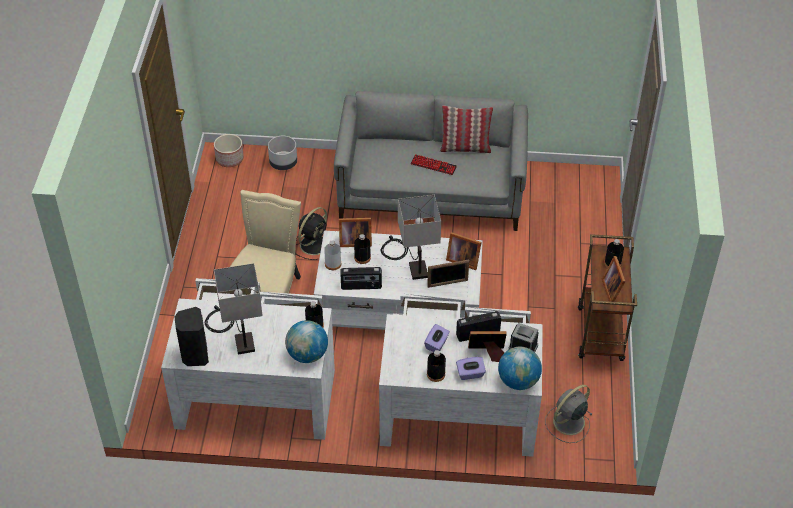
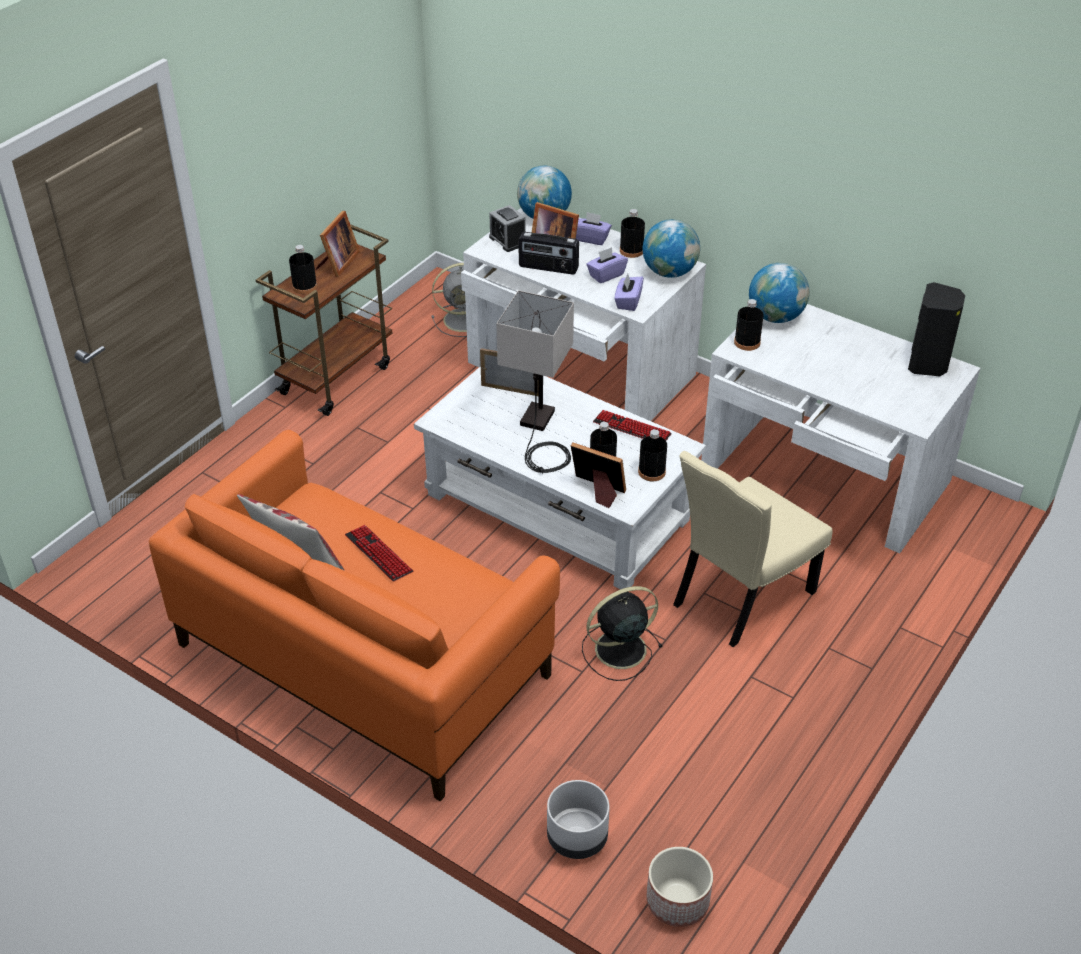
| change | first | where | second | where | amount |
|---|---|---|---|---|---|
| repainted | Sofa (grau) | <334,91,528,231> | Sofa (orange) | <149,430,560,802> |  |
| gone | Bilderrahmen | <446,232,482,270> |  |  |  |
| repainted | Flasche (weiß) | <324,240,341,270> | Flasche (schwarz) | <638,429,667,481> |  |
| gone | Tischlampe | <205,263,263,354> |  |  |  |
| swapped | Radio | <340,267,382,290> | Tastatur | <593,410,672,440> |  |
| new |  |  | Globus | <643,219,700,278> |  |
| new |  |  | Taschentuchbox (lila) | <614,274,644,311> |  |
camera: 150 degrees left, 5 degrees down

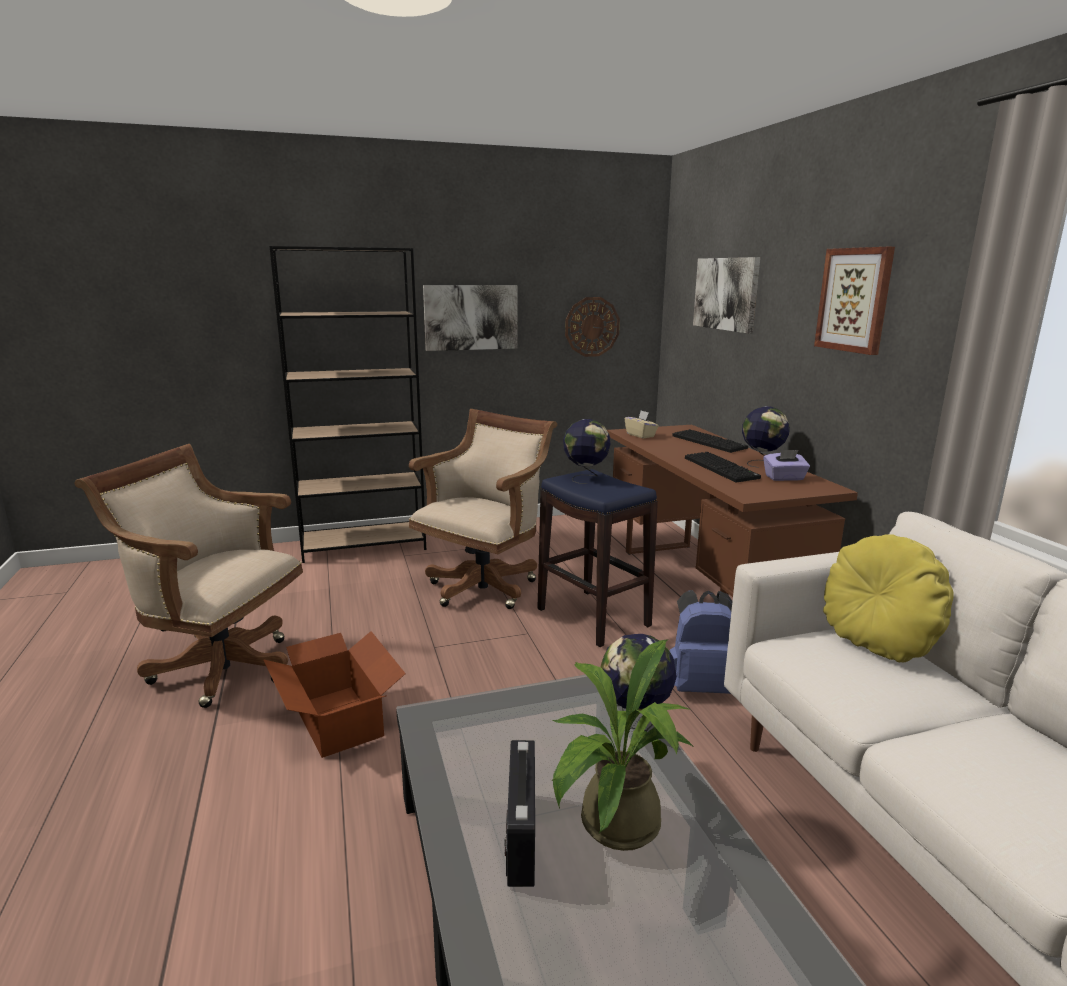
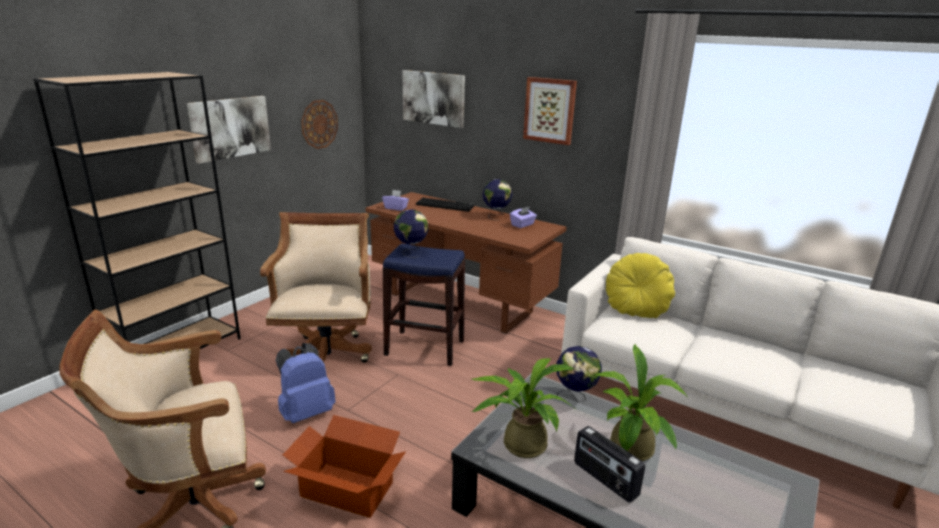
| change | first | where | second | where | amount |
|---|---|---|---|---|---|
| repainted | Taschentuchbox (beige) | <625,410,659,438> | Taschentuchbox (lila) | <382,189,409,211> |  |
| gone | Tastatur | <685,452,761,483> |  |  |  |
| shifted | Rucksack (blau) | <670,590,732,694> |  | <275,343,336,423> |  |
| new |  |  | Topfpflanze | <470,358,577,458> |  |
camera: 40 degrees left, 5 degrees up

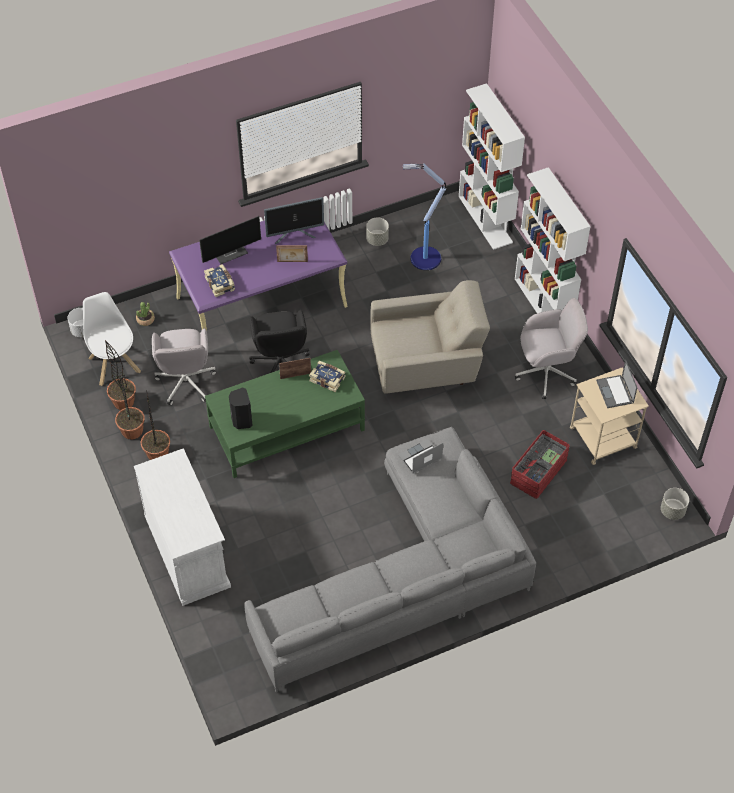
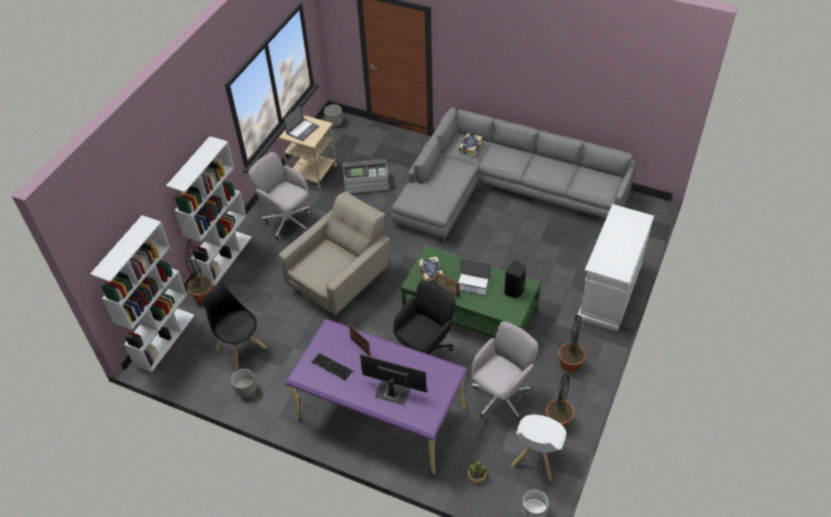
| change | first | where | second | where | amount |
|---|---|---|---|---|---|
| swapped | Stehlampe | <403,164,446,270> | Stuhl (schwarz) | <203,285,267,370> |  |
| swapped | Monitor | <264,197,324,244> | Tastatur | <311,353,353,380> |  |
| shifted | Buch | <204,264,235,297> |  | <459,133,482,157> |  |
| rotated | Sessel (beige) | <370,280,490,394> |  | <279,192,390,315> | 90 degrees clockwise |
| shifted | Topfpflanze | <115,377,145,440> |  | <185,239,212,304> |  |
| repainted | Aufbewahrungsbox (rot) | <510,430,570,499> | Aufbewahrungsbox (grau) | <343,159,389,193> |  |
| shifted | Laptop | <398,439,443,474> |  | <457,258,491,296> |  |
camera: 130 degrees left, 5 degrees down

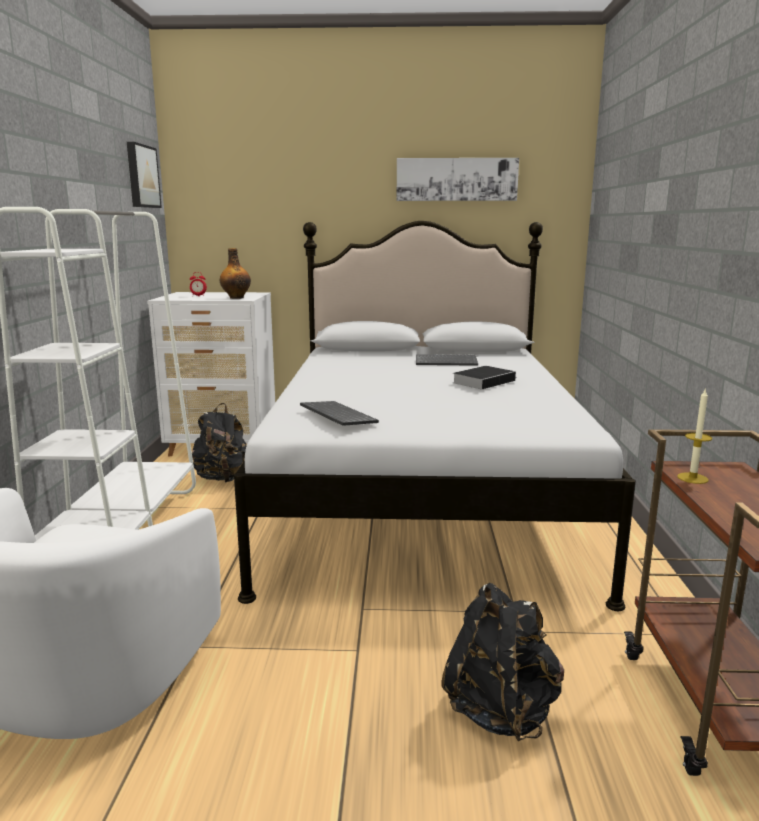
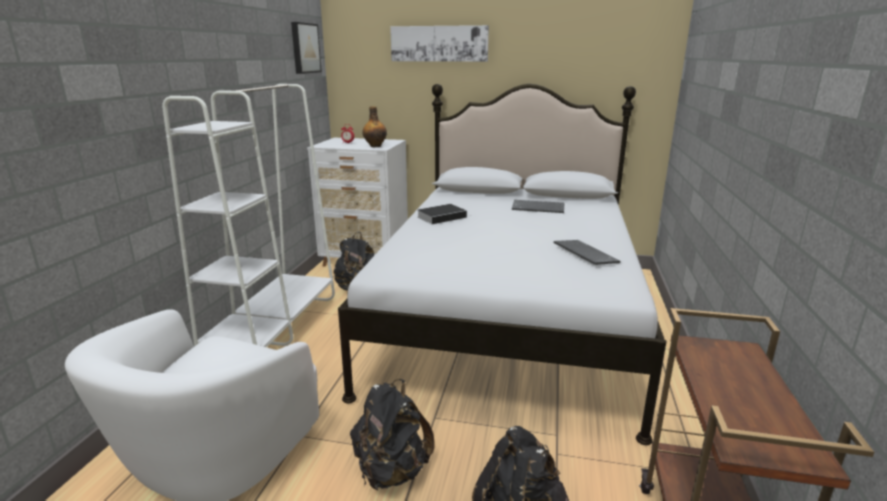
| change | first | where | second | where | amount |
|---|---|---|---|---|---|
| shifted | Bild | <397,158,519,201> |  | <390,25,489,62> |  |
| shifted | Buch | <453,366,516,390> |  | <418,204,472,224> |  |
| gone | Kerze | <677,388,712,484> |  |  |  |
| shifted | Tastatur | <300,401,379,426> |  | <554,240,620,265> |  |
| new |  |  | Rucksack (schwarz) | <350,379,435,491> |  |
camera: 10 degrees right, 5 degrees up

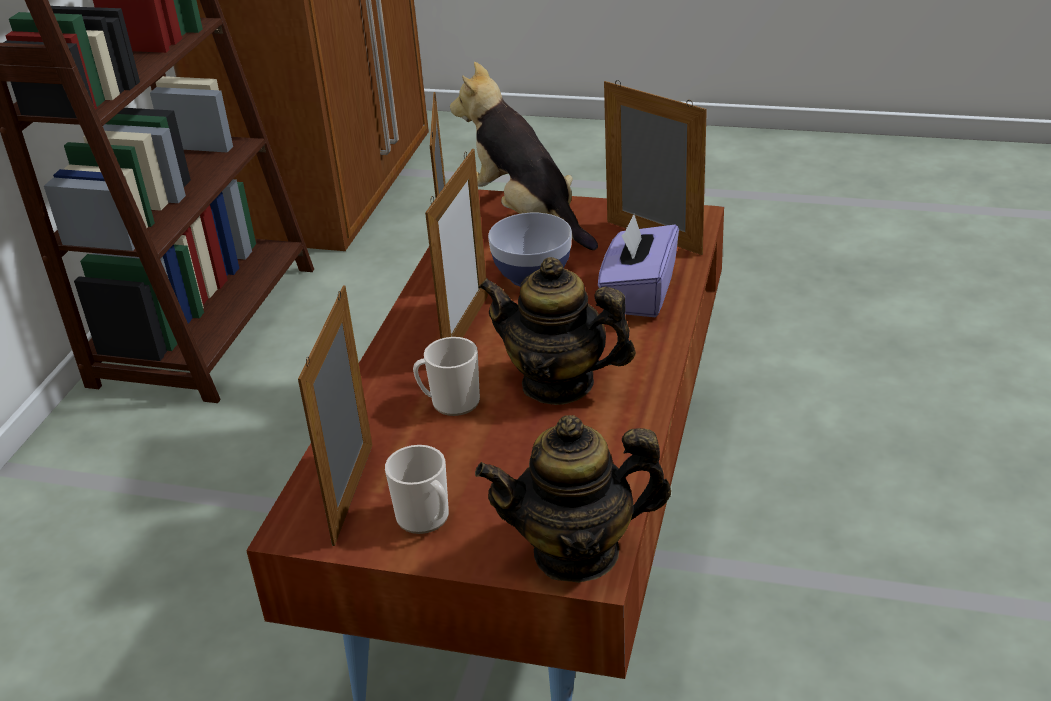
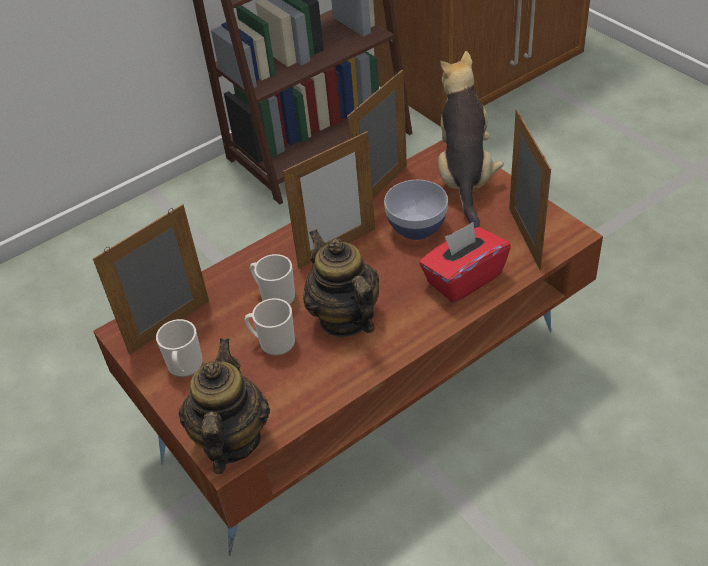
| change | first | where | second | where | amount |
|---|---|---|---|---|---|
| repainted | Taschentuchbox (lila) | <598,214,679,317> | Taschentuchbox (rot) | <419,222,511,303> |  |
| rotated | Teekanne | <475,415,671,583> |  | <179,338,270,474> | 60 degrees clockwise |
| new |  |  | Henkelbecher | <244,298,295,356> |  |
camera: 40 degrees right, 10 degrees up

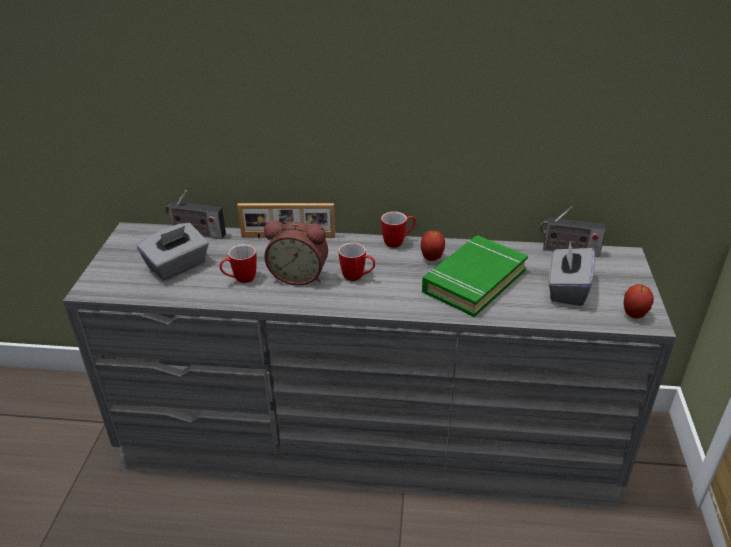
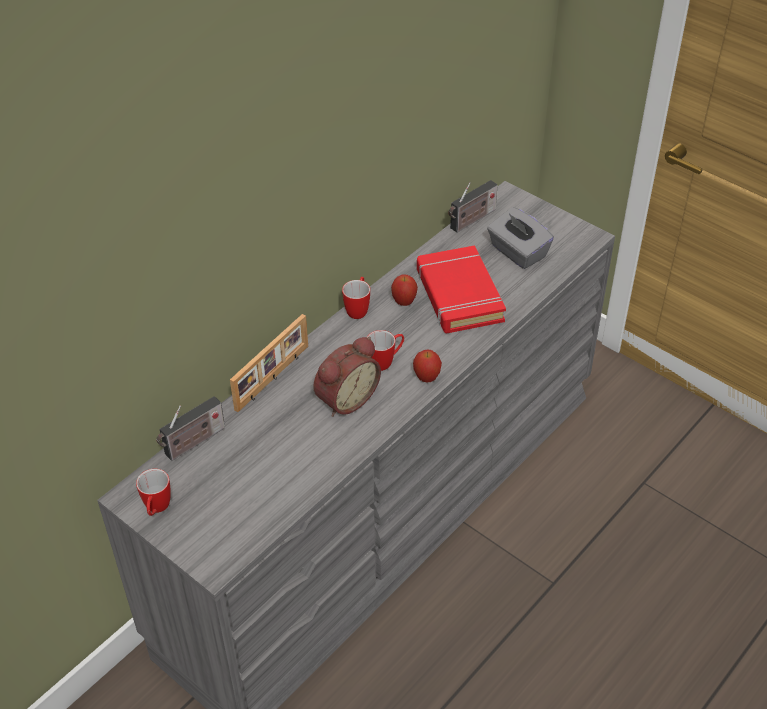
| change | first | where | second | where | amount |
|---|---|---|---|---|---|
| gone | Taschentuchbox (grau) | <137,223,209,280> |  |  |  |
| repainted | Buch (grün) | <422,235,528,317> | Buch (rot) | <417,245,506,333> |  |
| shifted | Henkelbecher | <219,244,257,283> |  | <136,469,171,516> |  |
| shifted | Apfel | <624,284,654,319> |  | <413,350,442,383> |  |
camera: 55 degrees left, 10 degrees up

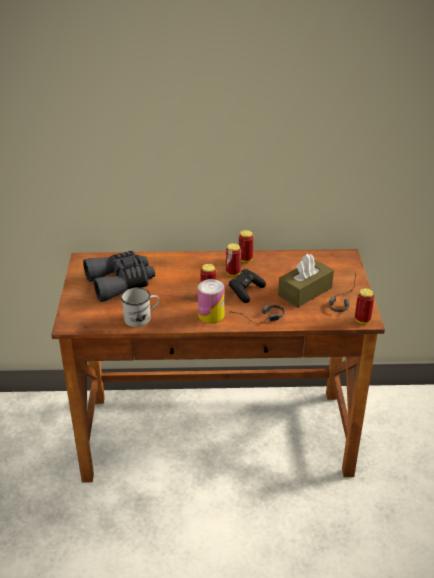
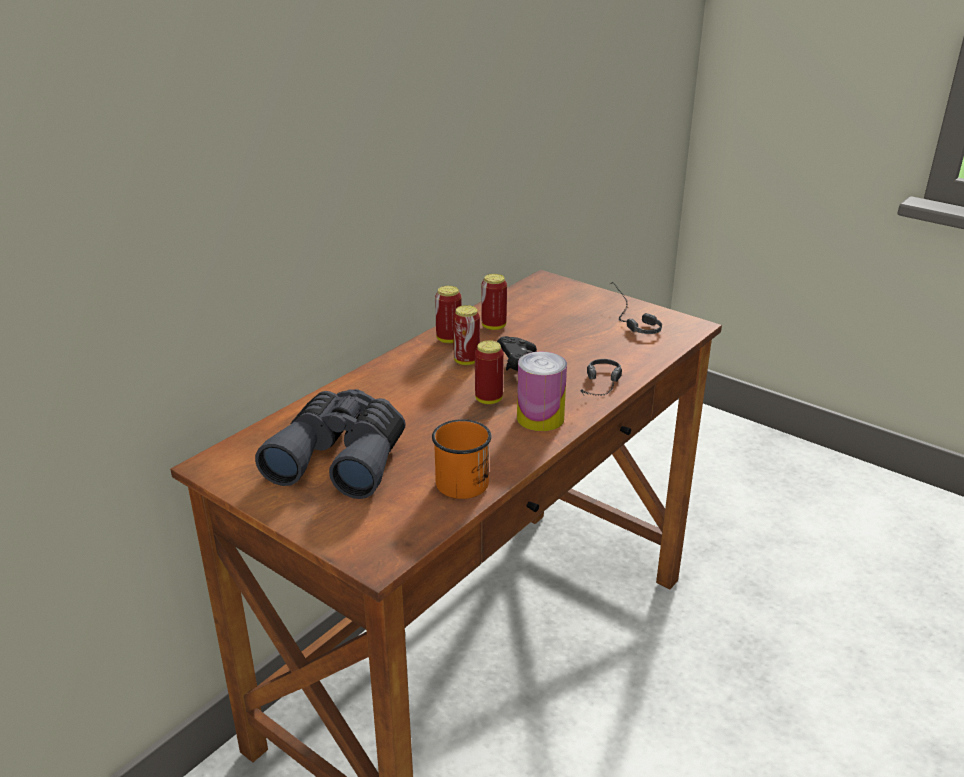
| change | first | where | second | where | amount |
|---|---|---|---|---|---|
| gone | Taschentuchbox (braun) | <278,254,334,308> |  |  |  |
| repainted | Henkelbecher (weiß) | <121,288,160,327> | Henkelbecher (orange) | <432,419,492,499> |  |
| shifted | Dose | <355,288,374,324> |  | <481,274,507,330> |  |
camera: 50 degrees left, 5 degrees down

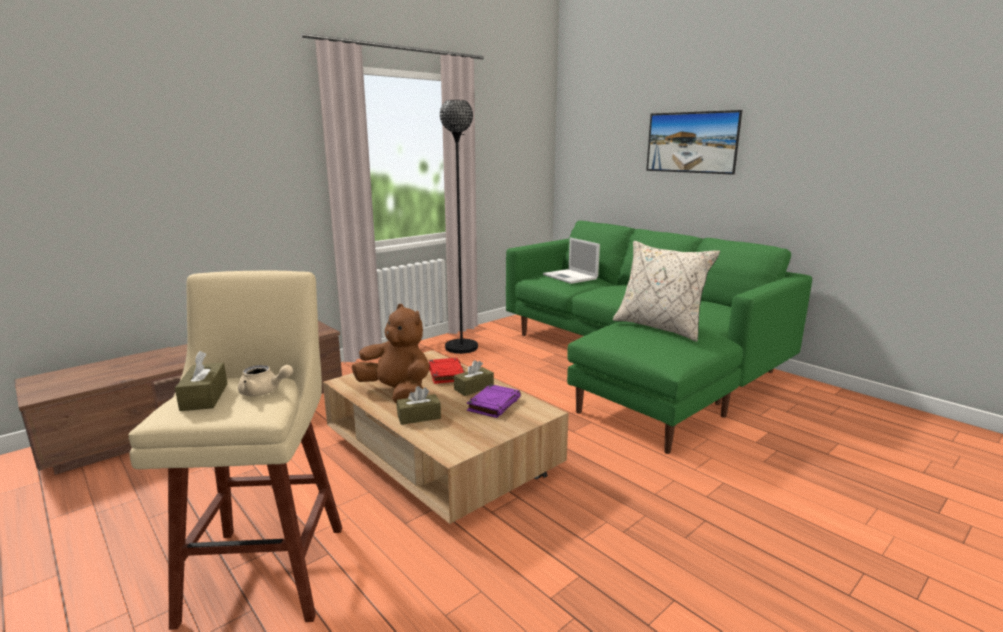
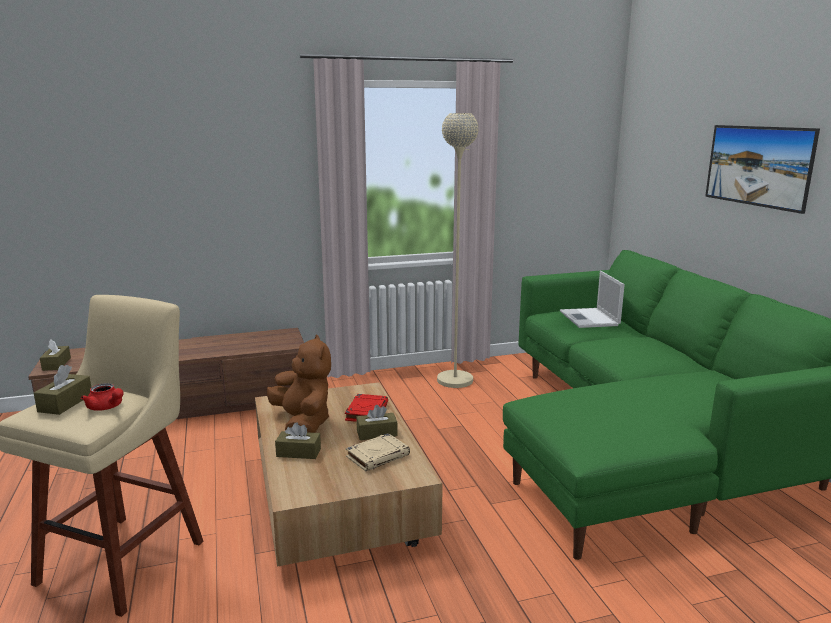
| change | first | where | second | where | amount |
|---|---|---|---|---|---|
| repainted | Stehlampe (schwarz) | <440,100,478,354> | Stehlampe (beige) | <437,113,478,388> |  |
| gone | Kissen (beige) | <613,241,720,342> |  |  |  |
| repainted | Teekanne (beige) | <238,365,293,396> | Teekanne (rot) | <81,383,124,411> |  |
| repainted | Buch (lila) | <467,384,521,418> | Buch (beige) | <346,433,410,471> |  |
| new |  |  | Taschentuchbox (braun) | <40,339,71,371> |  |
camera: 25 degrees right, 0 degrees up

